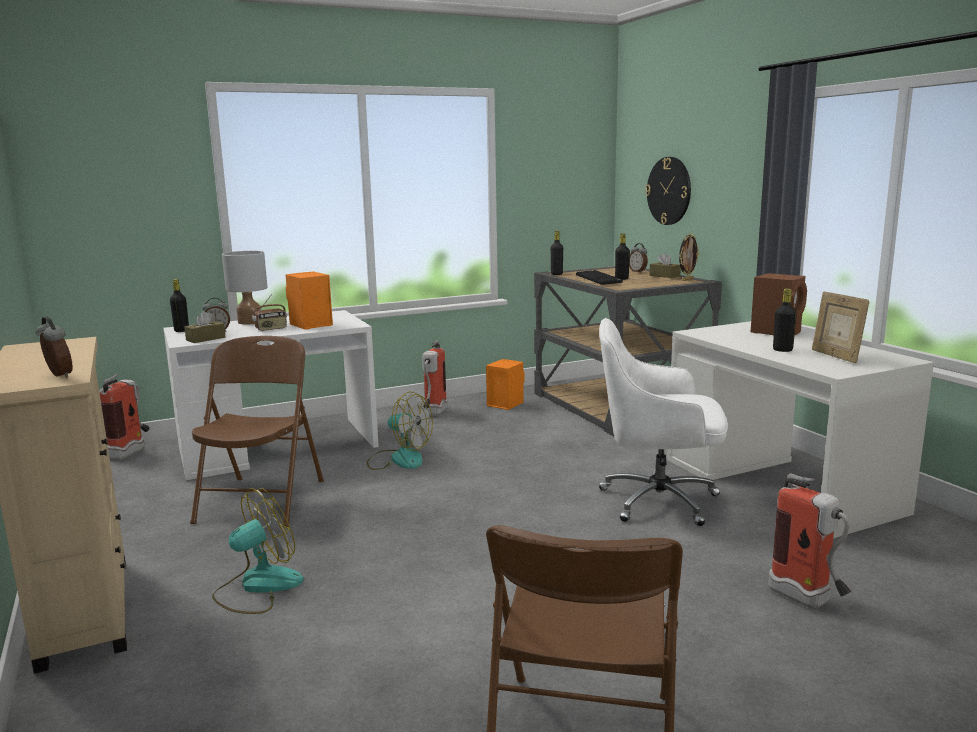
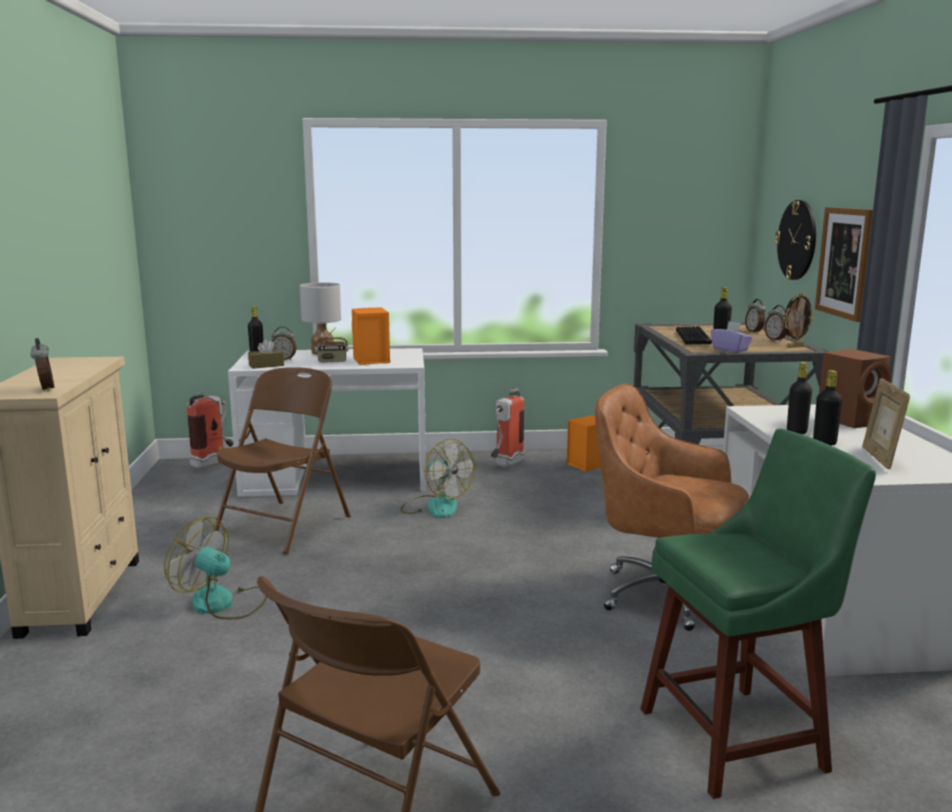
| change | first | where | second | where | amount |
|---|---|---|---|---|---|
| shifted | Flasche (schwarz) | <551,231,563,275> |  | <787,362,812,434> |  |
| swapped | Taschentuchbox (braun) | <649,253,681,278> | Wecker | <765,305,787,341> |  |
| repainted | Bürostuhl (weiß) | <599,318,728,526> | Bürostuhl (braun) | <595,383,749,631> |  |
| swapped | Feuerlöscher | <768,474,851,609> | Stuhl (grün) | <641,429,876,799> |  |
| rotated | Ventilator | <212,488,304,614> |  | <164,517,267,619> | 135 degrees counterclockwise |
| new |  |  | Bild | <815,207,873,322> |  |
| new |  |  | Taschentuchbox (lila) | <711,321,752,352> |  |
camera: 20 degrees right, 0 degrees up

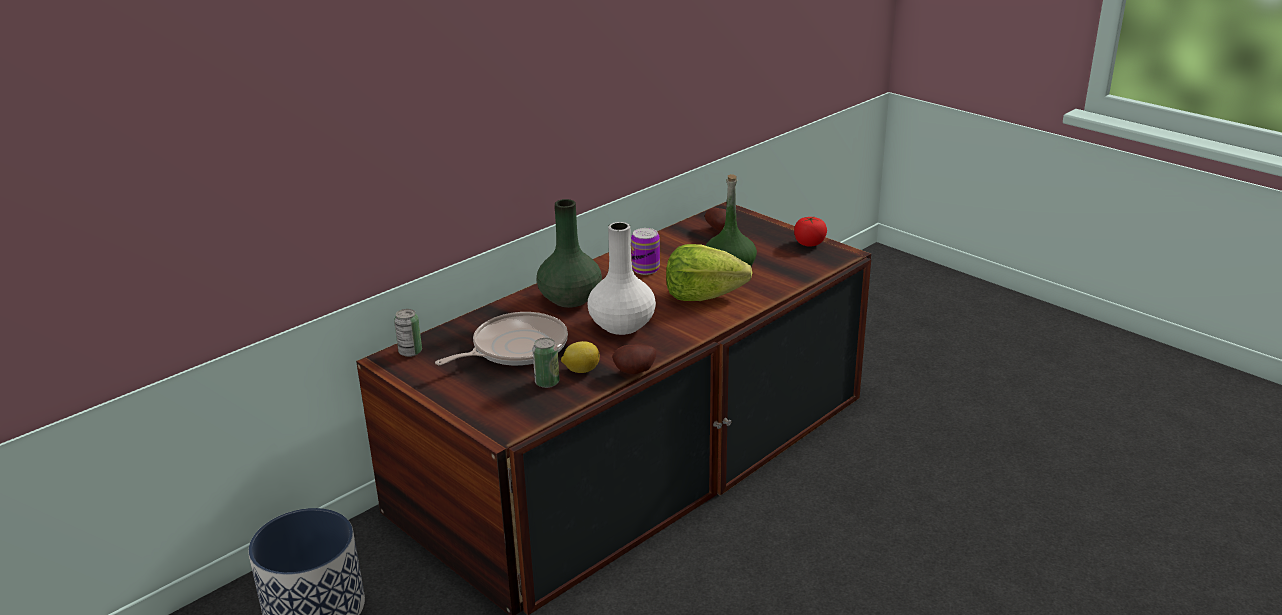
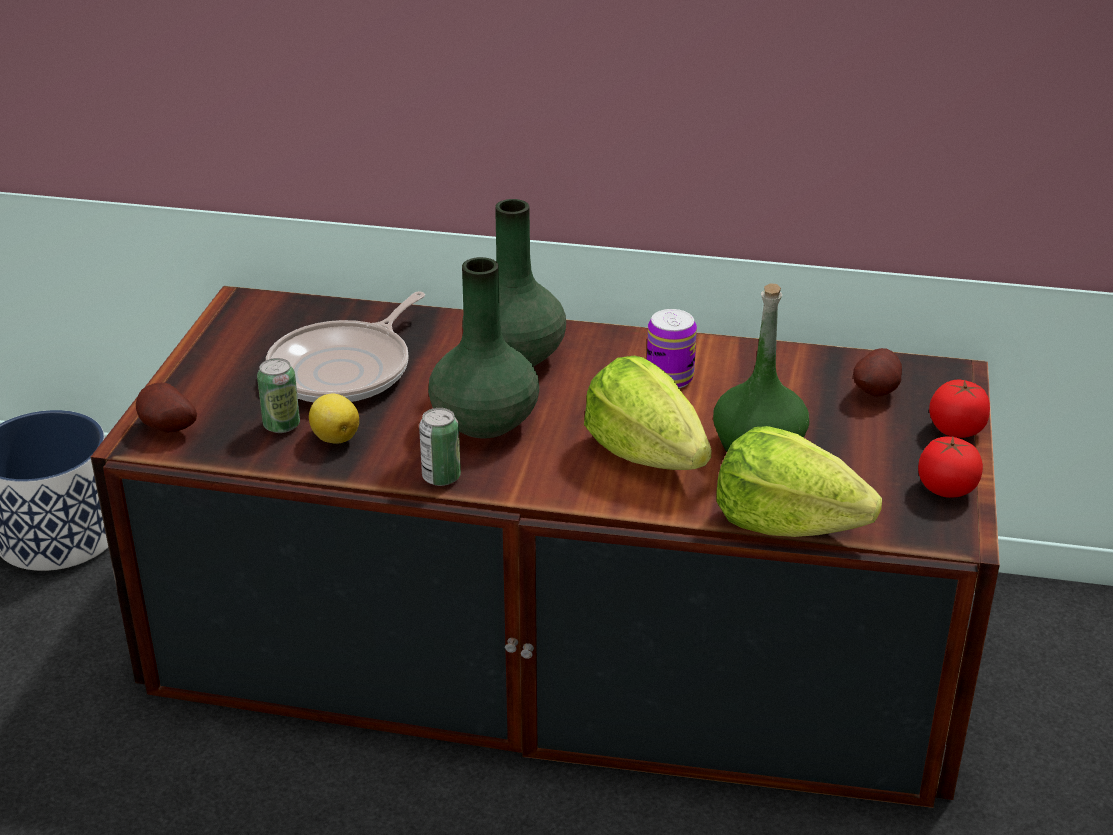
| change | first | where | second | where | amount |
|---|---|---|---|---|---|
| repainted | Vase (weiß) | <588,222,656,335> | Vase (grün) | <428,257,539,438> |  |
| shifted | Dose | <394,309,422,357> |  | <419,408,461,486> |  |
| rotated | Pfanne | <435,312,568,366> |  | <266,291,425,402> | 105 degrees clockwise |
| shifted | Kartoffel | <613,345,656,375> |  | <136,382,197,433> |  |
| new |  |  | Tomate | <929,380,990,438> |  |
| new |  |  | Salatkopf | <717,426,882,537> |  |
camera: 55 degrees right, 5 degrees up

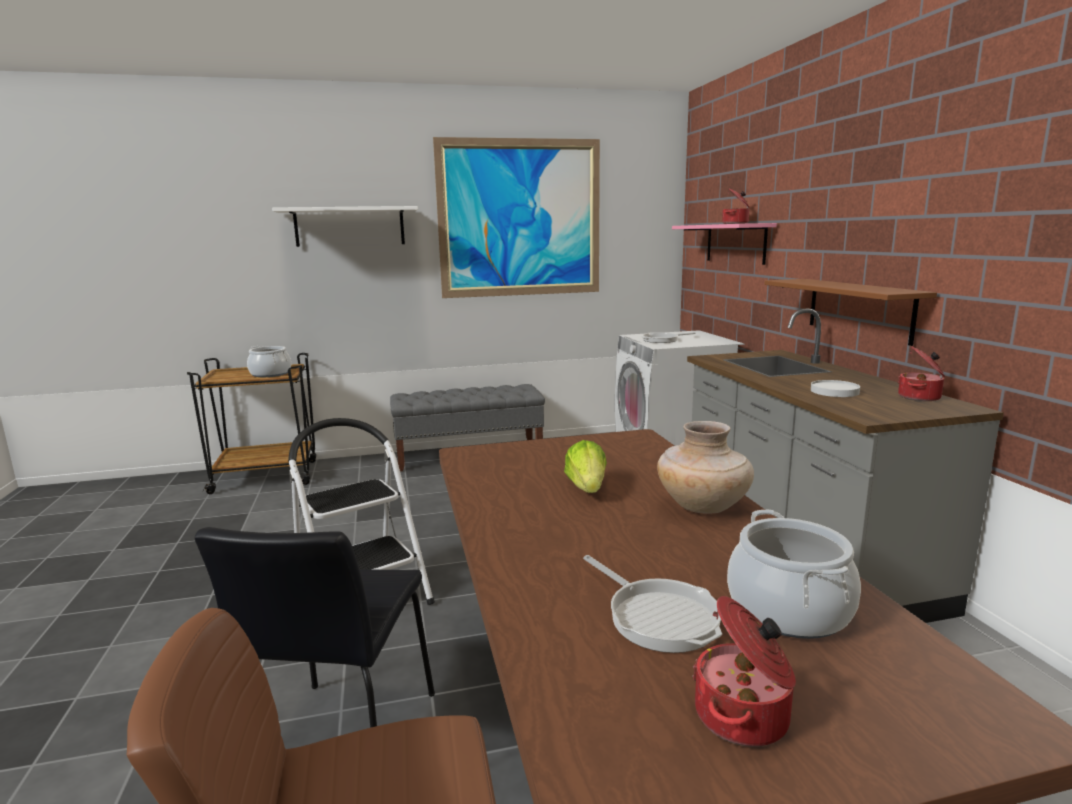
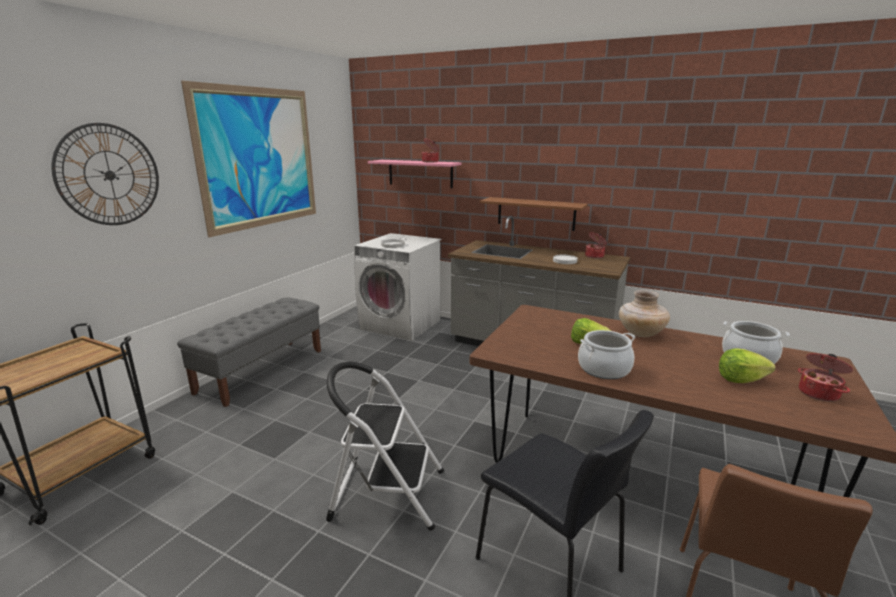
| change | first | where | second | where | amount |
|---|---|---|---|---|---|
| swapped | Wandregal (weiß) | <272,206,418,247> | Wanduhr | <52,123,159,225> |  |
| shifted | Kochtopf | <247,346,291,377> |  | <578,330,636,379> |  |
| swapped | Pfanne | <583,555,722,653> | Salatkopf | <719,349,775,383> |  |
camera: 50 degrees left, 5 degrees up

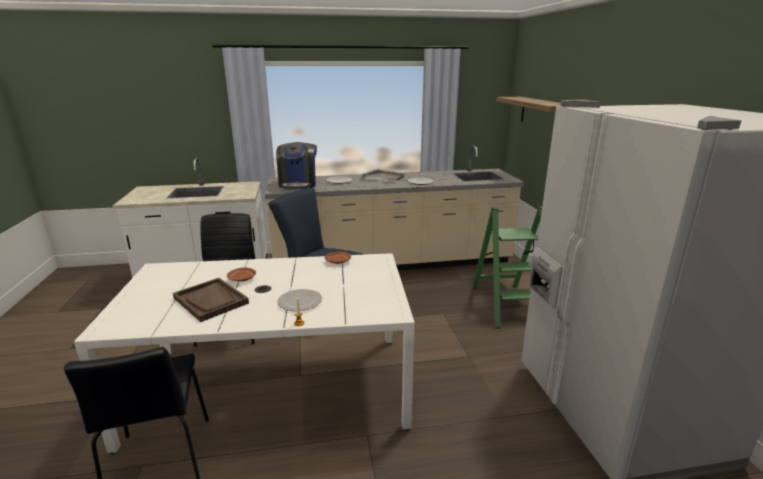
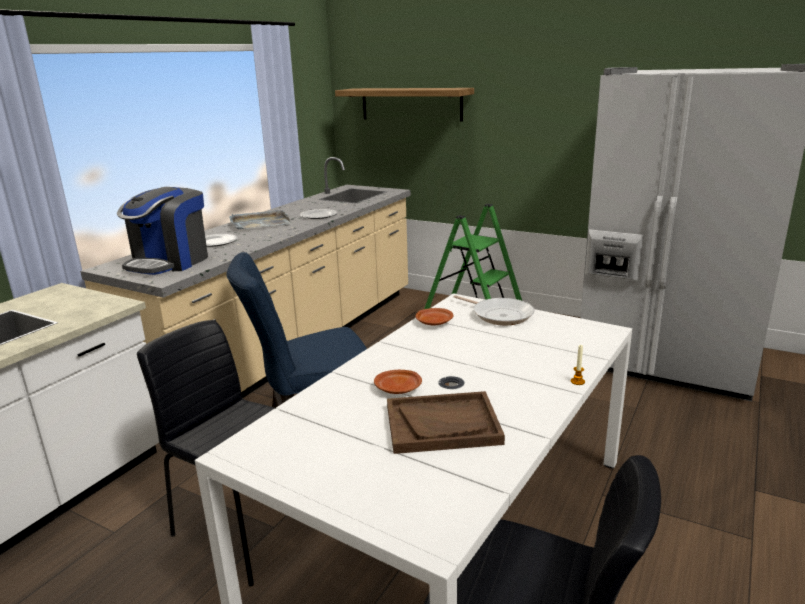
| change | first | where | second | where | amount |
|---|---|---|---|---|---|
| rotated | Kaffeemaschine | <276,142,317,190> |  | <116,187,208,275> | 75 degrees clockwise |
| gone | Teller | <277,289,322,311> |  |  |  |
| new |  |  | Pfanne | <454,295,535,325> |  |
camera: 50 degrees left, 0 degrees up

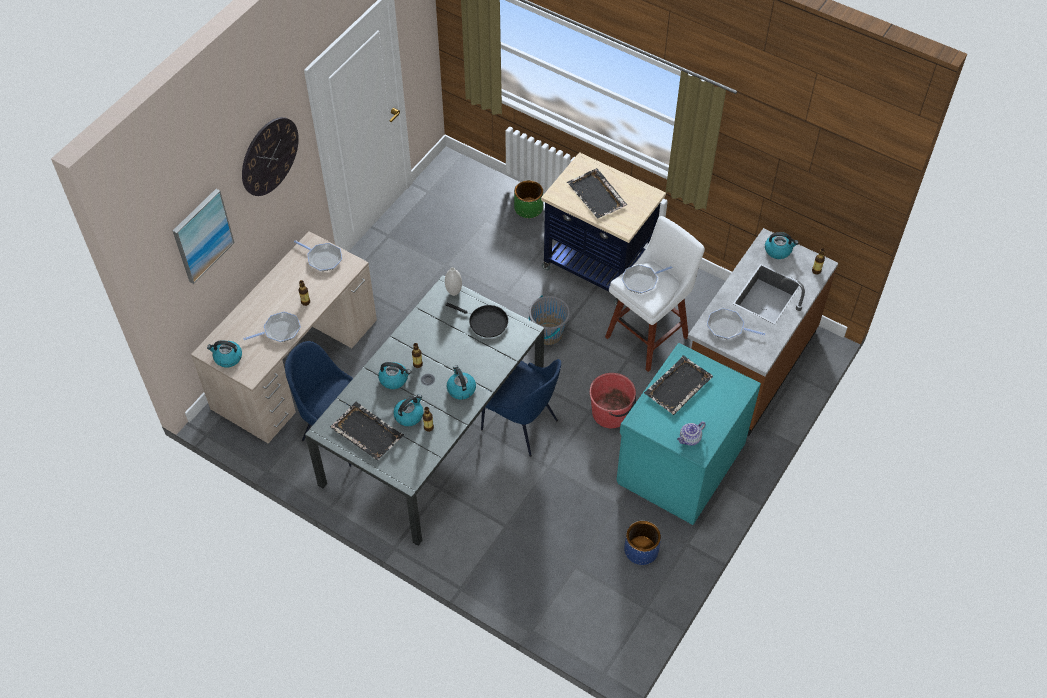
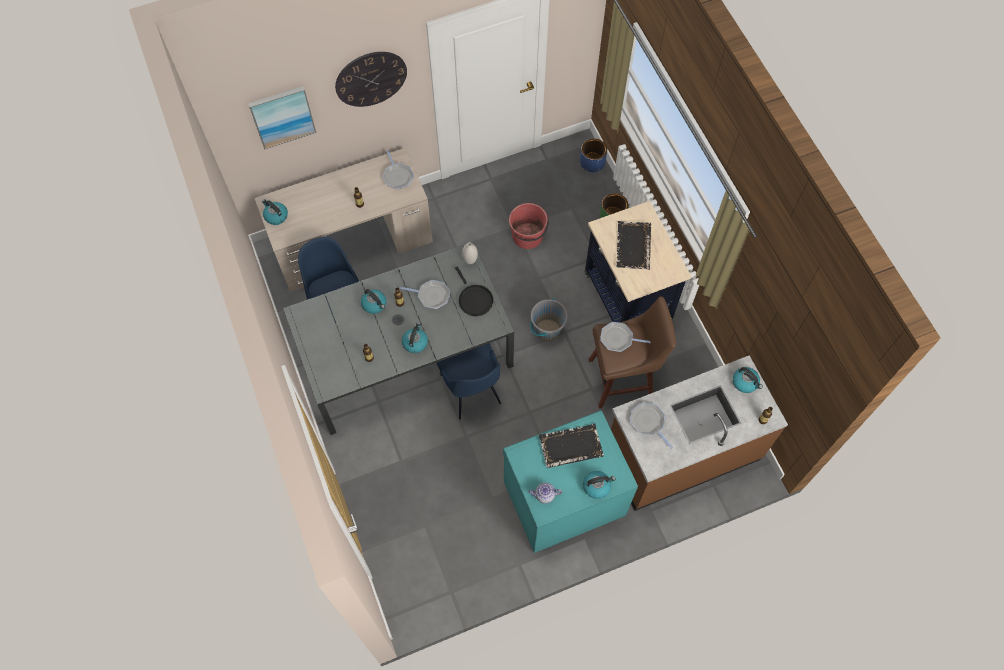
| change | first | where | second | where | amount |
|---|---|---|---|---|---|
| repainted | Hocker (weiß) | <605,216,705,372> | Hocker (braun) | <588,296,676,408> |  |
| shifted | Pfanne | <243,312,301,342> |  | <400,280,450,309> |  |
| shifted | Eimer (rot) | <589,373,636,428> |  | <509,203,549,249> |  |
| shifted | Wasserkessel | <393,394,423,426> |  | <583,471,616,499> |  |
| gone | Tablett (schwarz) | <330,402,404,461> |  |  |  |
| shifted | Pflanzkübel (blau) | <624,521,661,565> |  | <580,138,607,172> |  |
camera: 35 degrees right, 10 degrees up

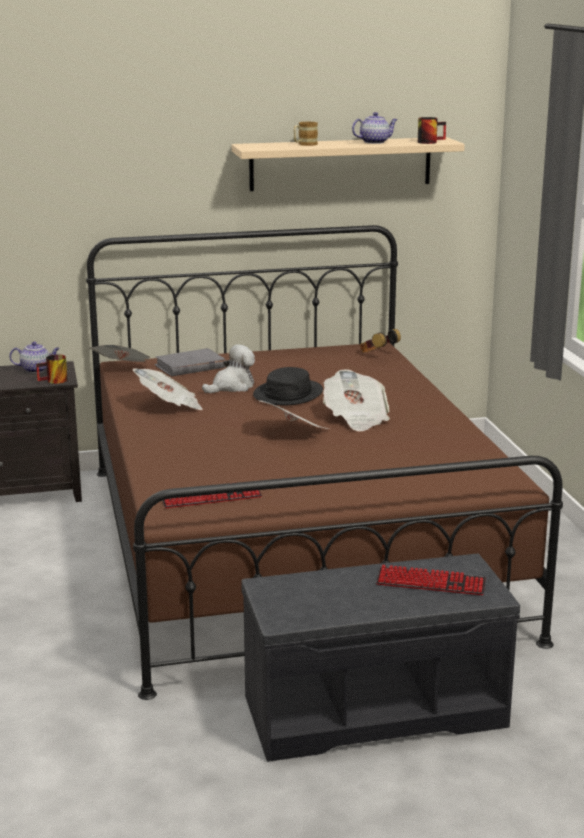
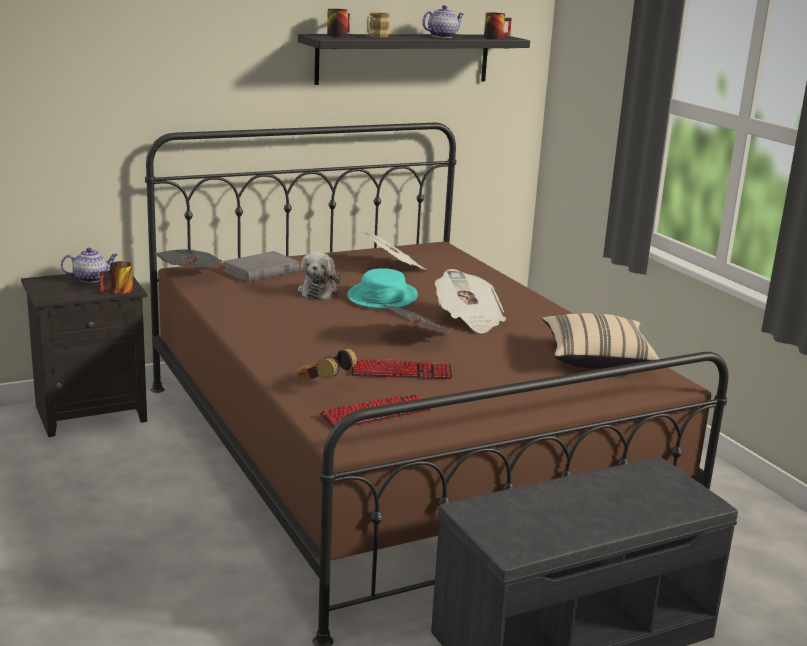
| change | first | where | second | where | amount |
|---|---|---|---|---|---|
| repainted | Wandregal (beige) | <232,137,465,191> | Wandregal (schwarz) | <298,34,530,85> |  |
| shifted | Kopfhörer | <360,329,401,352> |  | <297,348,357,382> |  |
| rotated | Plüschtier | <202,344,255,393> |  | <298,252,341,300> | 150 degrees clockwise |
| repainted | Hut (schwarz) | <253,367,323,406> | Hut (türkis) | <347,268,418,309> |  |
| shifted | Zeitung | <133,368,203,410> |  | <362,232,427,270> |  |
| shifted | Tastatur | <376,565,486,595> |  | <351,359,452,379> |  |
| new |  |  | Henkelbecher | <327,9,350,37> |  |
| new |  |  | Kissen (beige) | <542,313,659,369> |  |
camera: 15 degrees left, 0 degrees up

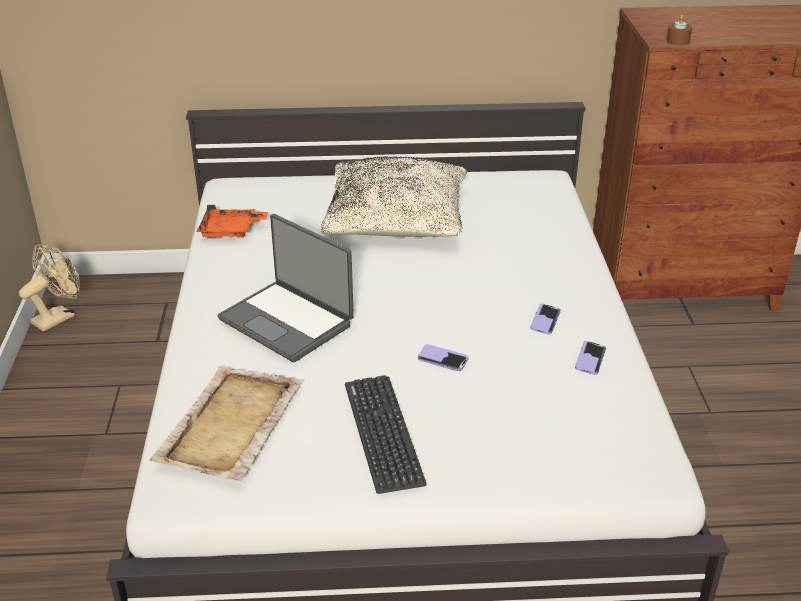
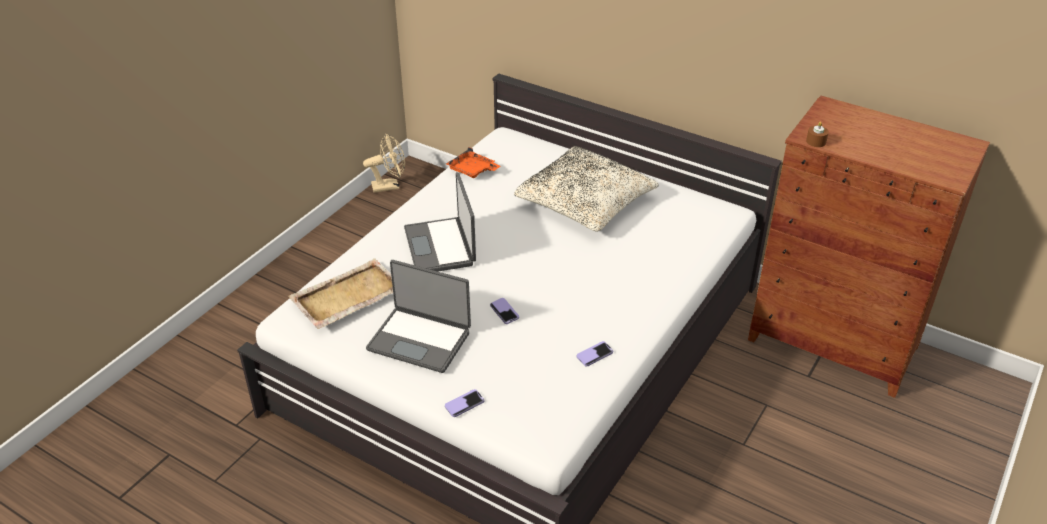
| change | first | where | second | where | amount |
|---|---|---|---|---|---|
| shifted | Handy | <530,304,561,335> |  | <445,389,484,417> |  |
| swapped | Tastatur | <345,376,427,494> | Laptop | <366,260,471,373> |  |
camera: 35 degrees right, 5 degrees up

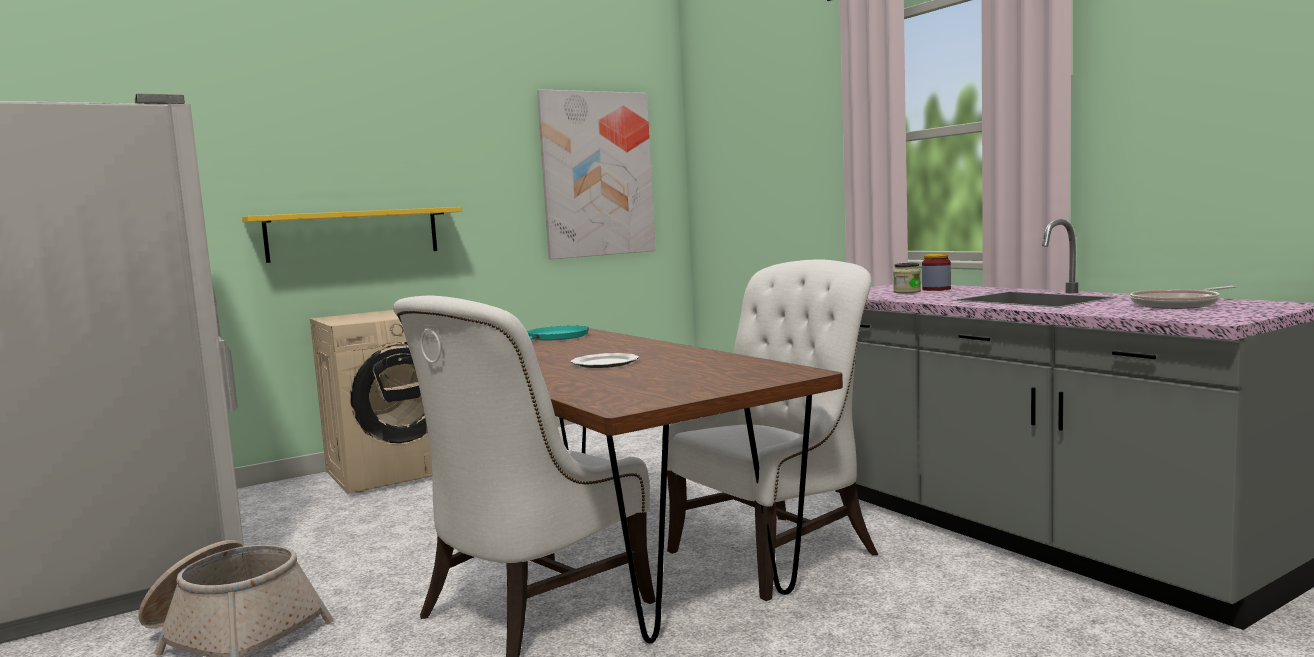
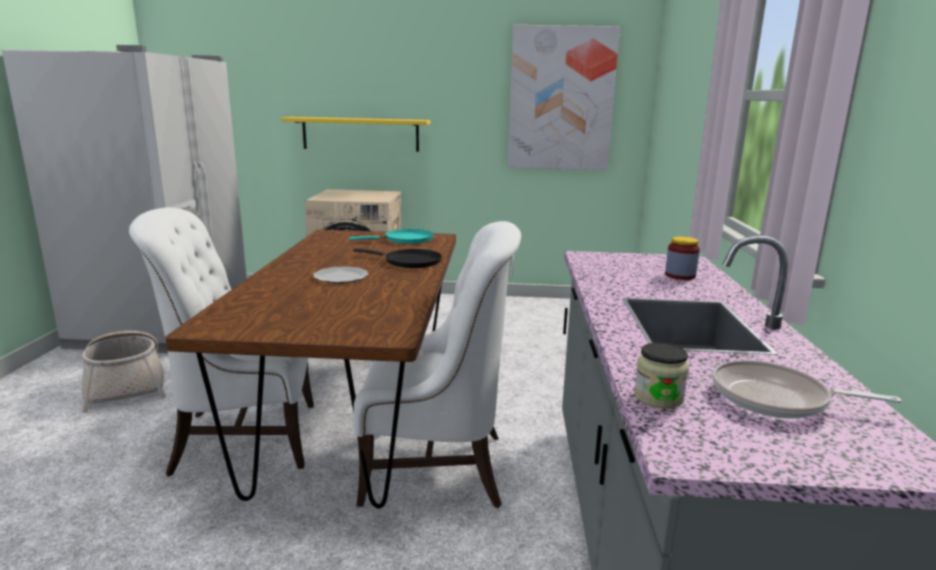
| change | first | where | second | where | amount |
|---|---|---|---|---|---|
| shifted | Vorratsglas | <893,263,921,293> |  | <634,343,689,409> |  |
| new |  |  | Pfanne (schwarz) | <353,248,442,268> |  |
camera: 35 degrees right, 10 degrees up

